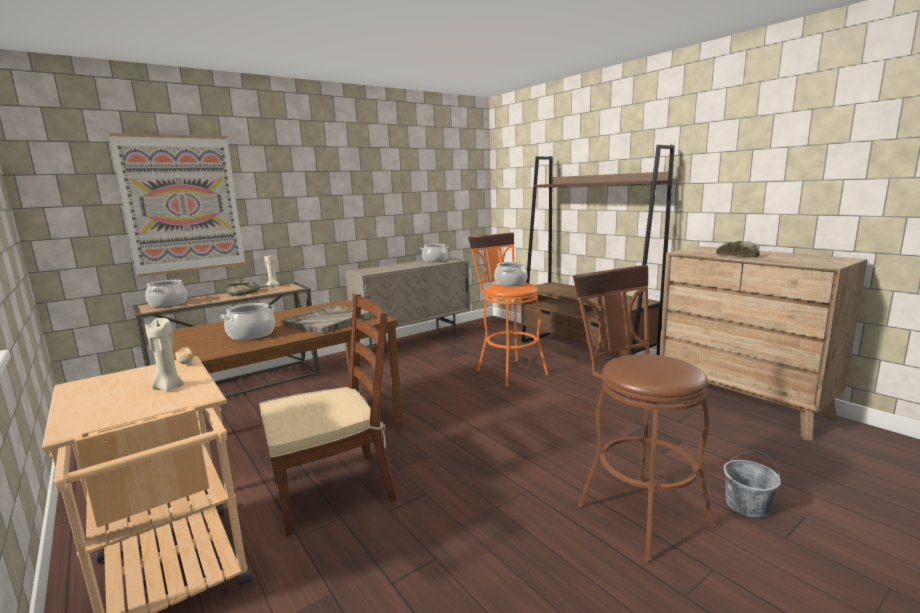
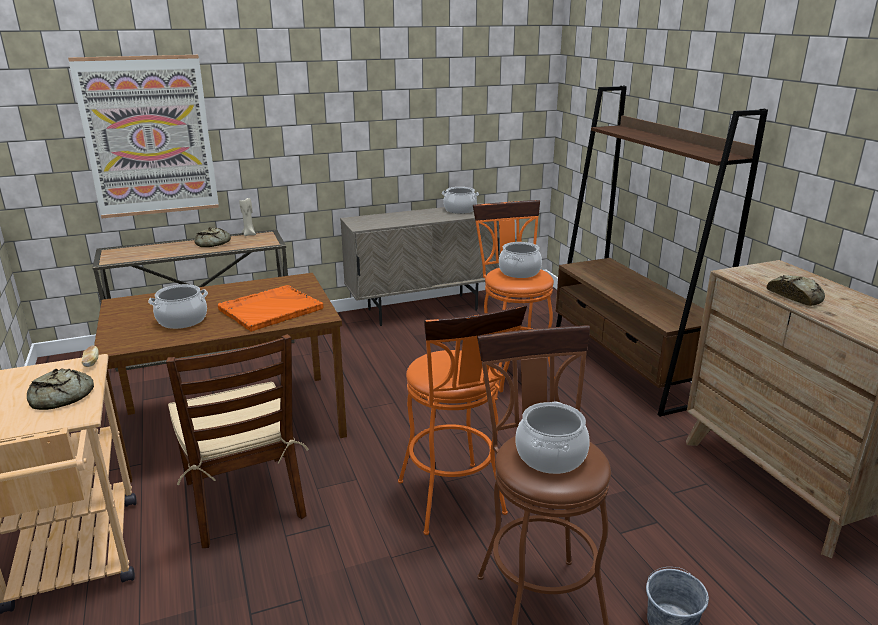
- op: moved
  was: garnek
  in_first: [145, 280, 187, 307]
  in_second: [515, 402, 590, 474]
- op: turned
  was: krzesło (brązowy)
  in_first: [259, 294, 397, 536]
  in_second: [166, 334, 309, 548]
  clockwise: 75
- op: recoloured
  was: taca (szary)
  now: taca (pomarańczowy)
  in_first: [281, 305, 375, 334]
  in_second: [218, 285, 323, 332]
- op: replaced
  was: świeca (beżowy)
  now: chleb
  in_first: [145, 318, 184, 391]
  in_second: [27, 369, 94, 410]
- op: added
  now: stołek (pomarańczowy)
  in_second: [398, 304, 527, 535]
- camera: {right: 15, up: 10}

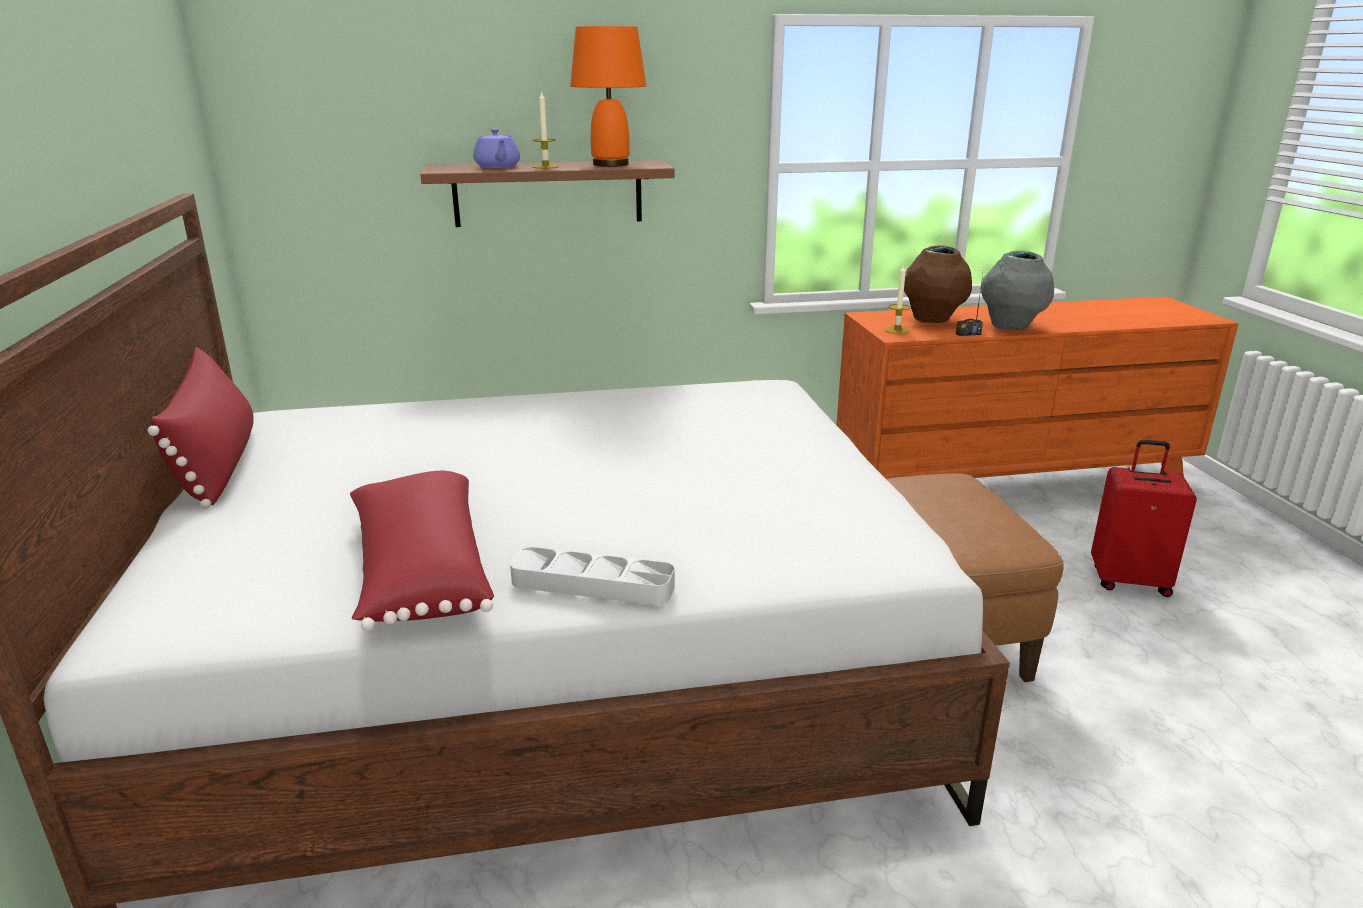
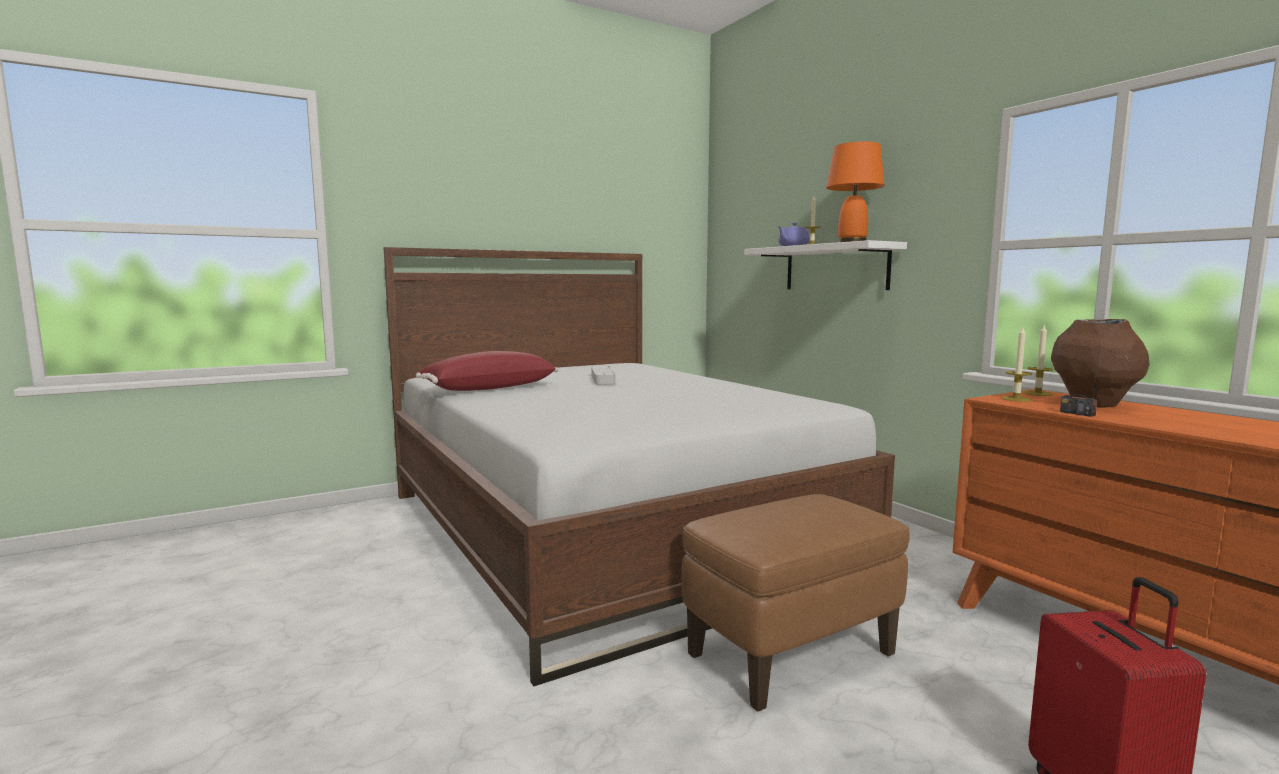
- op: recoloured
  was: półka (brązowy)
  now: półka (biały)
  in_first: [420, 160, 674, 227]
  in_second: [744, 240, 907, 290]
- op: removed
  was: wazon (szary)
  in_first: [981, 251, 1054, 330]
- op: removed
  was: poduszka (czerwony)
  in_first: [148, 347, 253, 509]
- op: moved
  was: taca (szary)
  in_first: [510, 547, 675, 605]
  in_second: [592, 366, 615, 385]
- op: added
  now: świeca
  in_second: [1023, 324, 1053, 396]
- camera: {right: 70, up: -15}

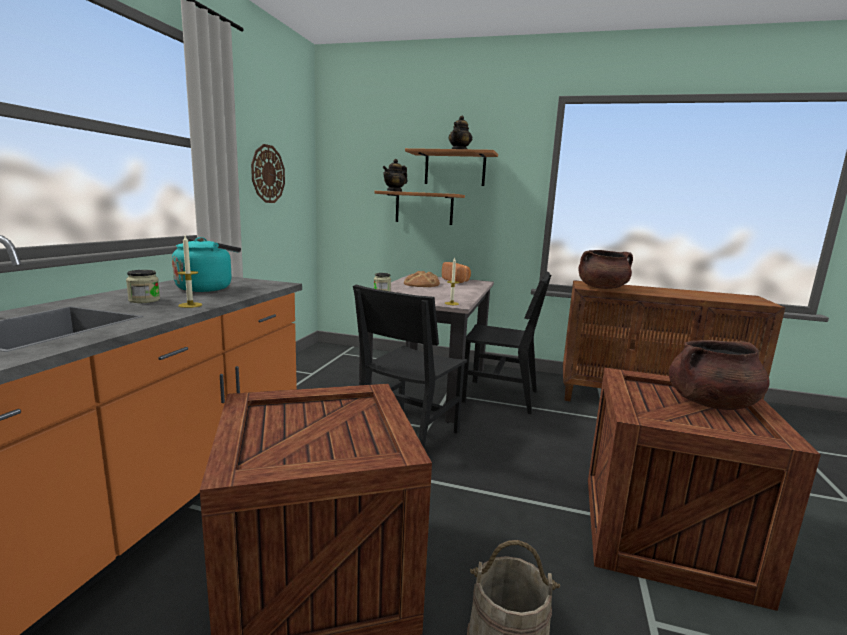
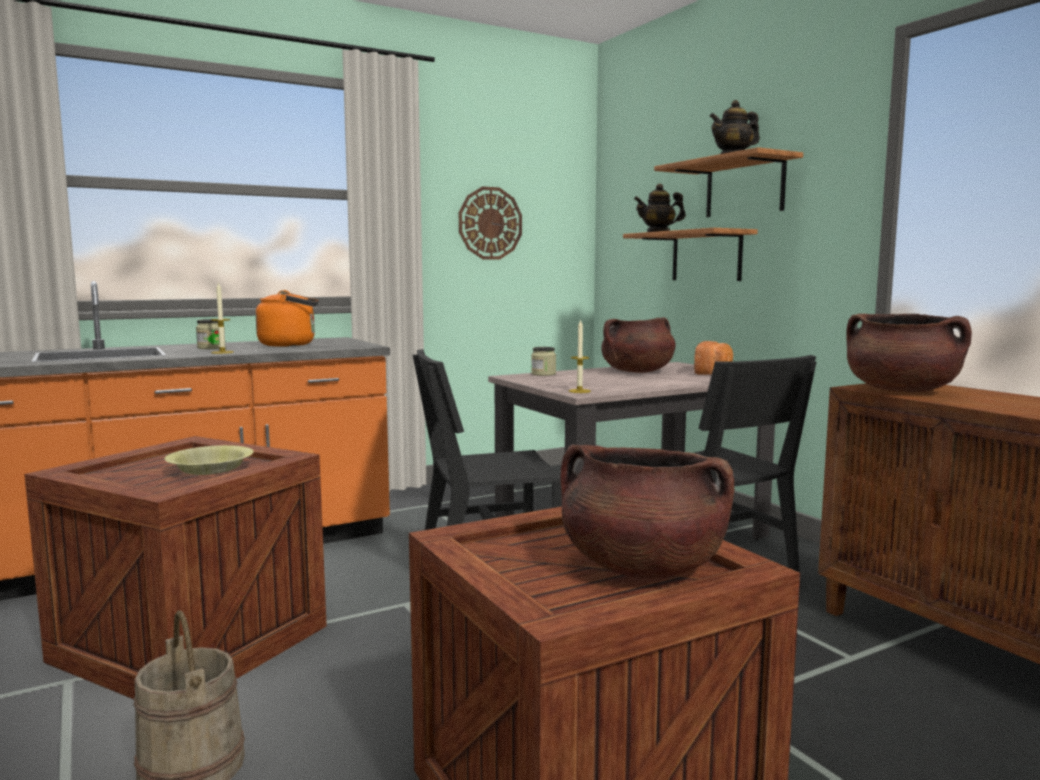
- op: recoloured
  was: czajnik (turkusowy)
  now: czajnik (pomarańczowy)
  in_first: [172, 237, 241, 292]
  in_second: [256, 290, 319, 347]
- op: replaced
  was: chleb
  now: garnek (brązowy)
  in_first: [404, 271, 440, 287]
  in_second: [601, 317, 676, 373]
- op: added
  now: miska (żółty)
  in_second: [164, 445, 254, 475]
- camera: {right: 45, up: -5}

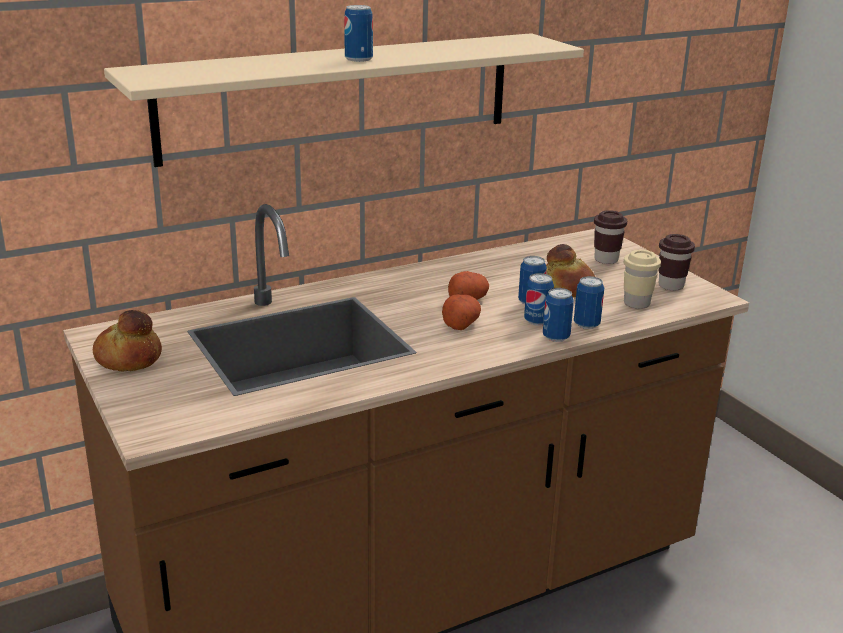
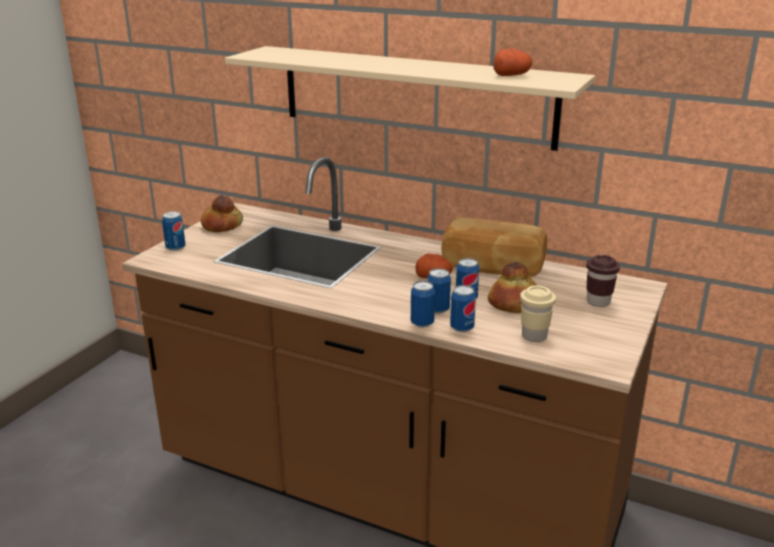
- op: moved
  was: puszka
  in_first: [344, 5, 373, 62]
  in_second: [162, 212, 186, 251]
- op: removed
  was: filiżanka (brązowy)
  in_first: [659, 234, 695, 291]
- op: moved
  was: ziemniak
  in_first: [442, 294, 481, 330]
  in_second: [493, 48, 532, 76]
- op: added
  now: chleb
  in_second: [441, 217, 547, 277]
- camera: {right: 55, up: 0}

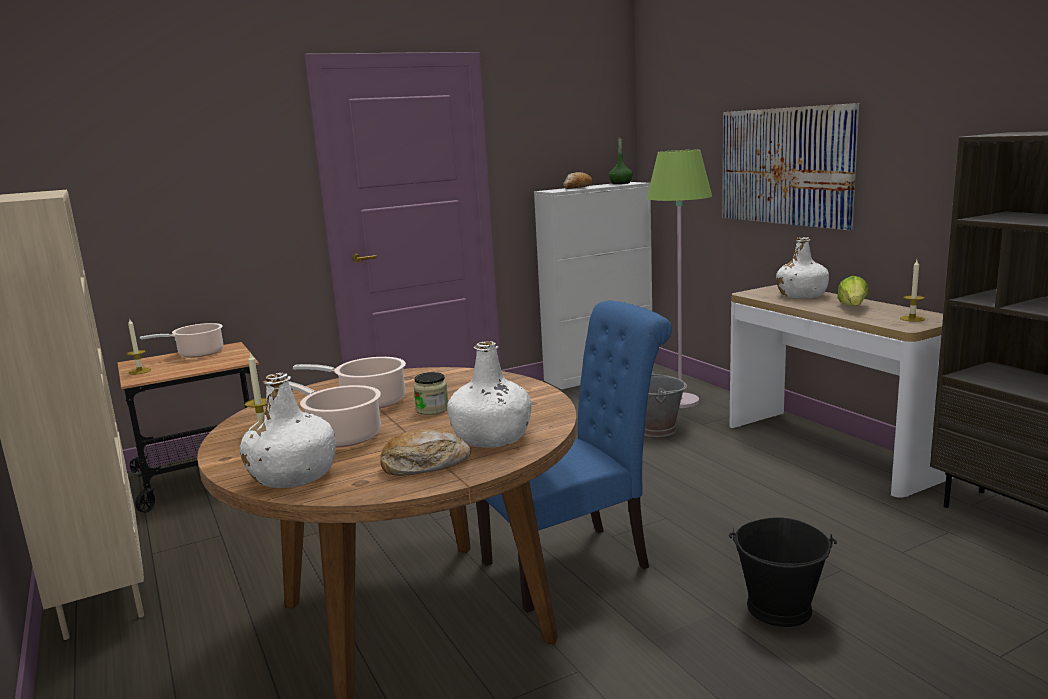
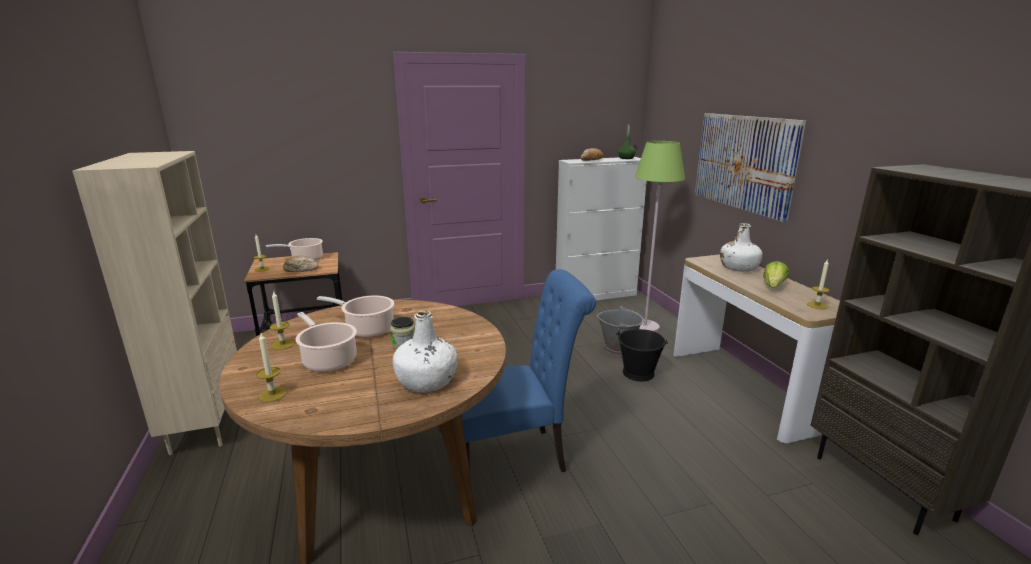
- op: replaced
  was: butelka (biały)
  now: świeca
  in_first: [240, 373, 336, 488]
  in_second: [256, 333, 287, 402]
- op: moved
  was: chleb
  in_first: [380, 429, 471, 476]
  in_second: [283, 256, 318, 272]
- op: moved
  was: wiadro (czarny)
  in_first: [729, 517, 837, 627]
  in_second: [616, 329, 668, 382]
- camera: {right: 10, up: 5}

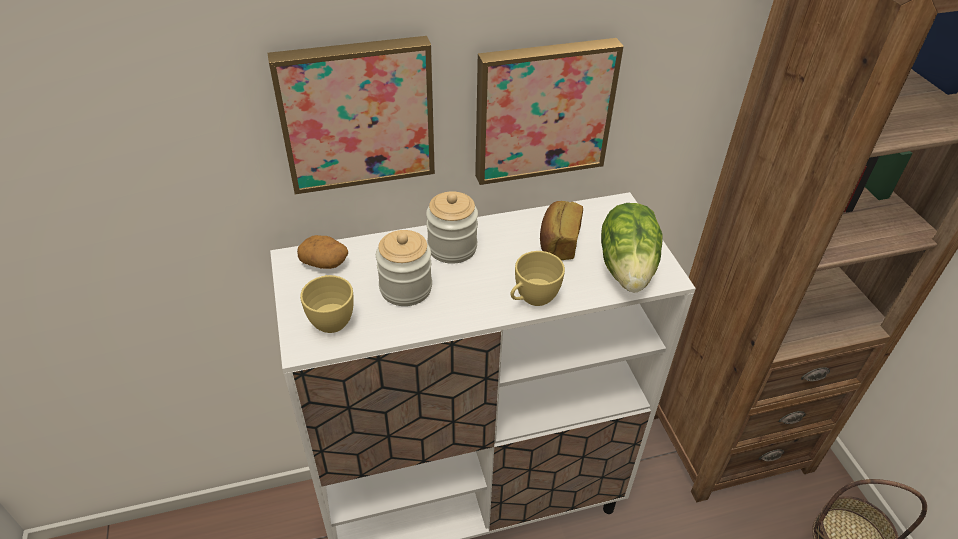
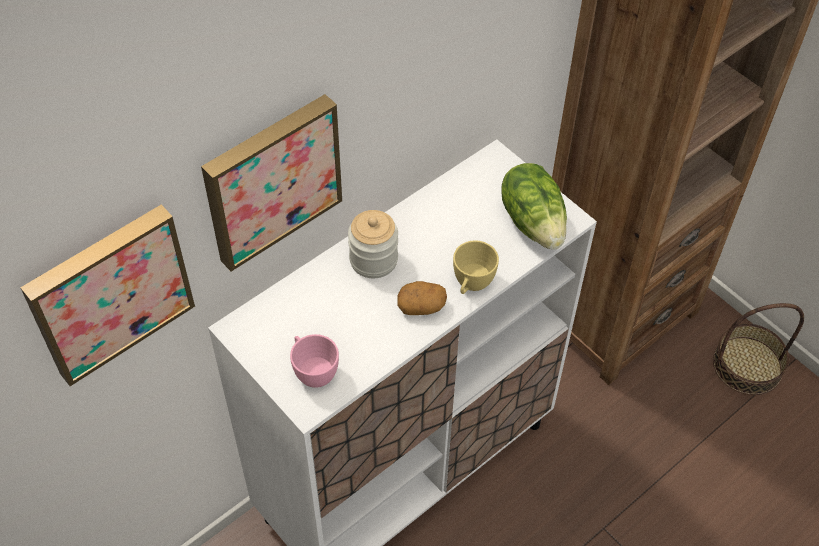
- op: moved
  was: obraz
  in_first: [475, 38, 624, 185]
  in_second: [20, 205, 195, 386]
- op: removed
  was: chleb
  in_first: [540, 201, 583, 260]
- op: removed
  was: słoik
  in_first: [376, 230, 432, 306]
- op: moved
  was: ziemniak
  in_first: [297, 235, 348, 269]
  in_second: [397, 281, 447, 315]
- op: recoloured
  was: filiżanka (żółty)
  now: filiżanka (różowy)
  in_first: [300, 275, 354, 333]
  in_second: [290, 334, 339, 388]
- camera: {right: -25, up: 10}

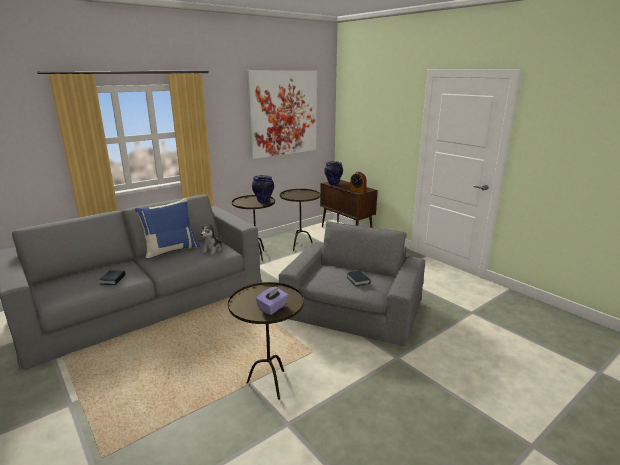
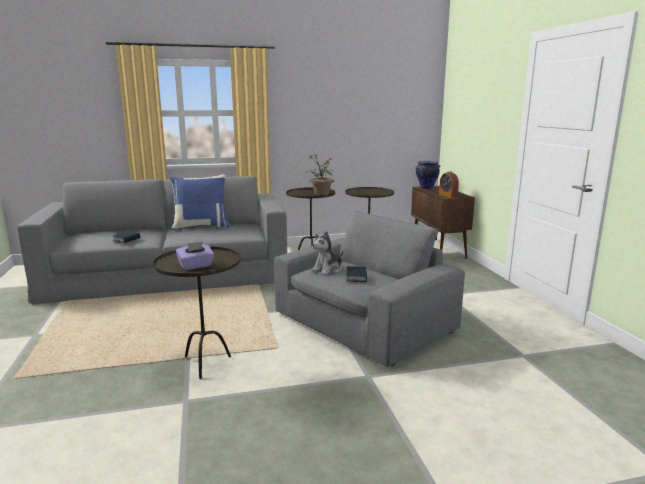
- op: removed
  was: obraz
  in_first: [247, 71, 317, 159]
- op: replaced
  was: wazon
  now: roślina doniczkowa
  in_first: [252, 175, 274, 203]
  in_second: [307, 155, 334, 195]
- op: moved
  was: pluszak
  in_first: [200, 223, 223, 255]
  in_second: [311, 231, 343, 275]
- camera: {right: 25, up: -5}

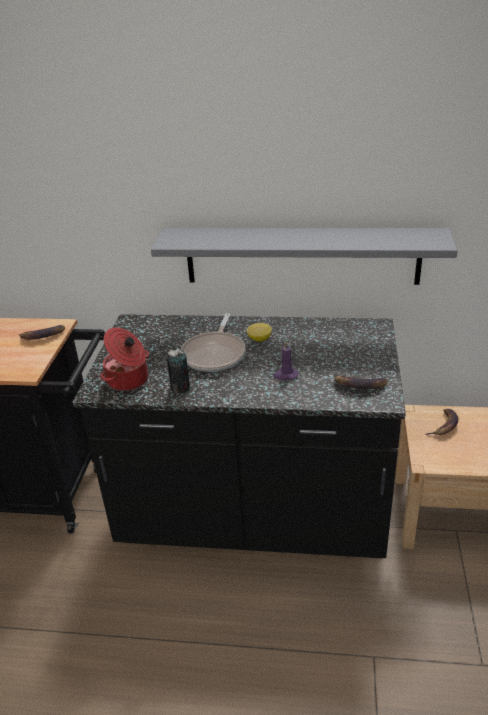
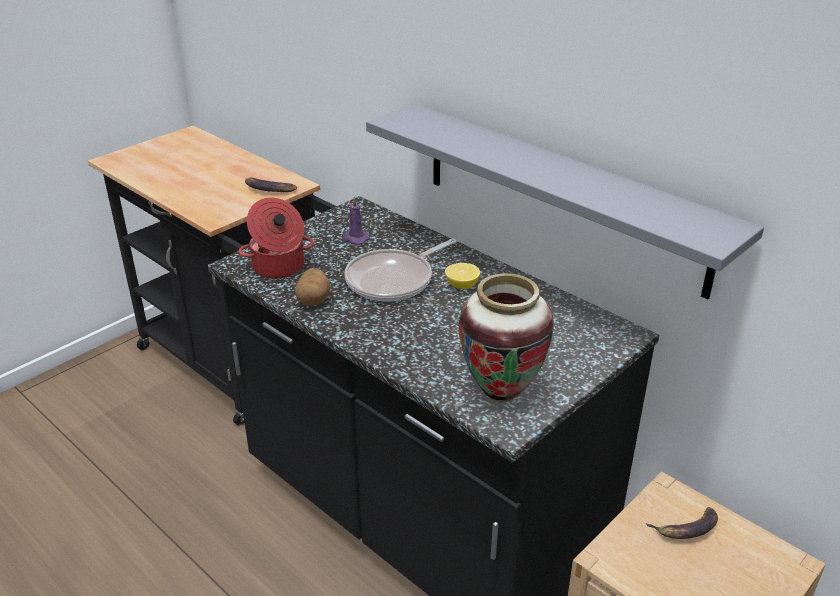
- op: moved
  was: świeca (fioletowy)
  in_first: [273, 341, 298, 380]
  in_second: [342, 197, 370, 244]
- op: replaced
  was: puszka
  now: ziemniak
  in_first: [167, 348, 190, 394]
  in_second: [295, 268, 330, 306]
- op: replaced
  was: banan
  now: wazon
  in_first: [334, 374, 387, 389]
  in_second: [459, 273, 554, 403]
- camera: {right: 35, up: 0}

